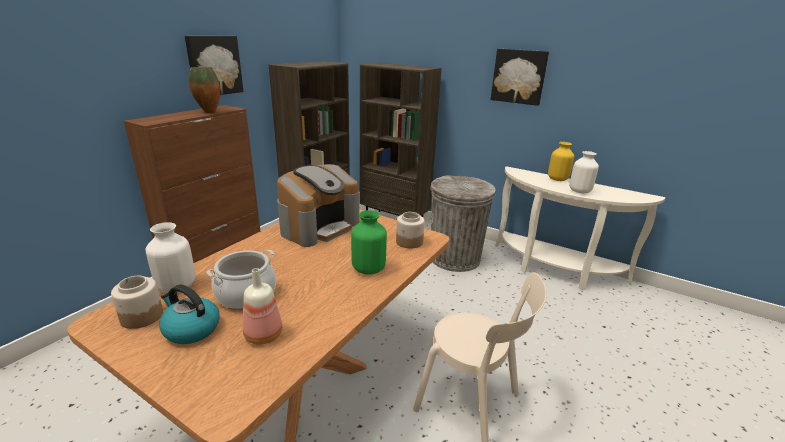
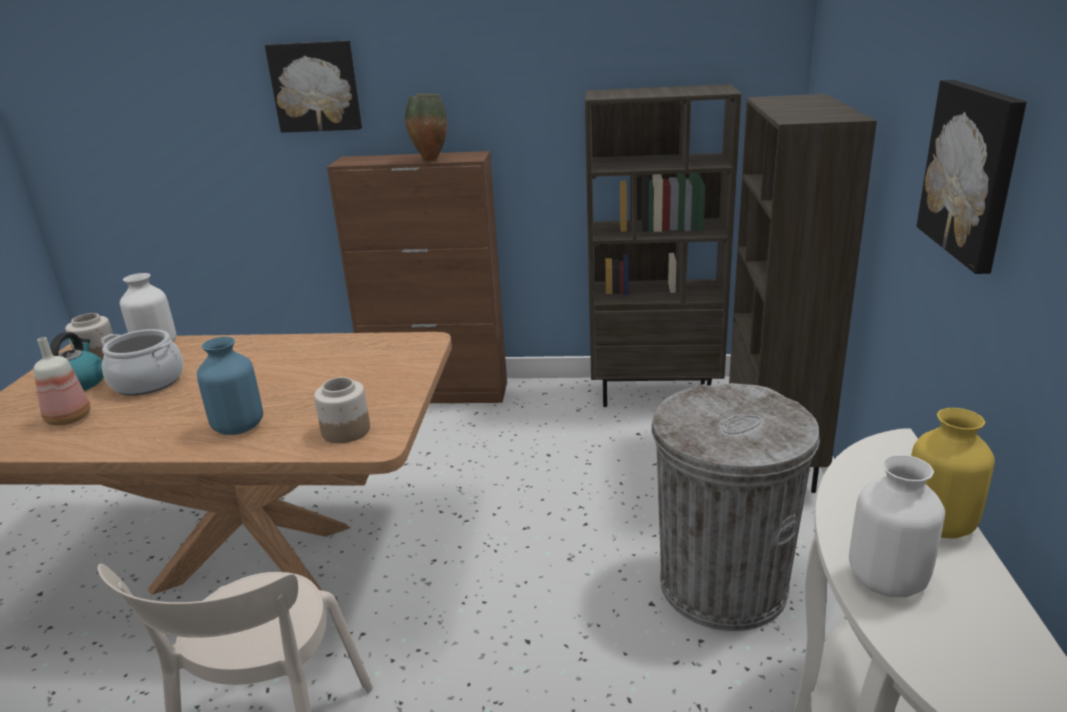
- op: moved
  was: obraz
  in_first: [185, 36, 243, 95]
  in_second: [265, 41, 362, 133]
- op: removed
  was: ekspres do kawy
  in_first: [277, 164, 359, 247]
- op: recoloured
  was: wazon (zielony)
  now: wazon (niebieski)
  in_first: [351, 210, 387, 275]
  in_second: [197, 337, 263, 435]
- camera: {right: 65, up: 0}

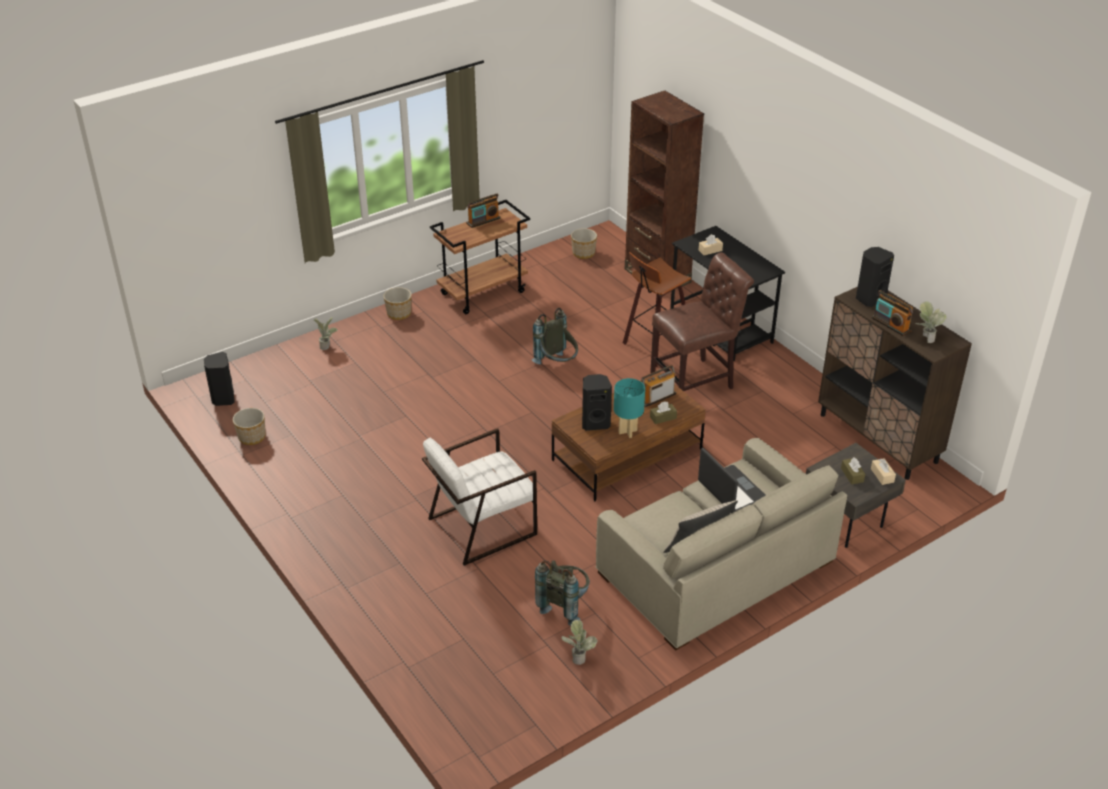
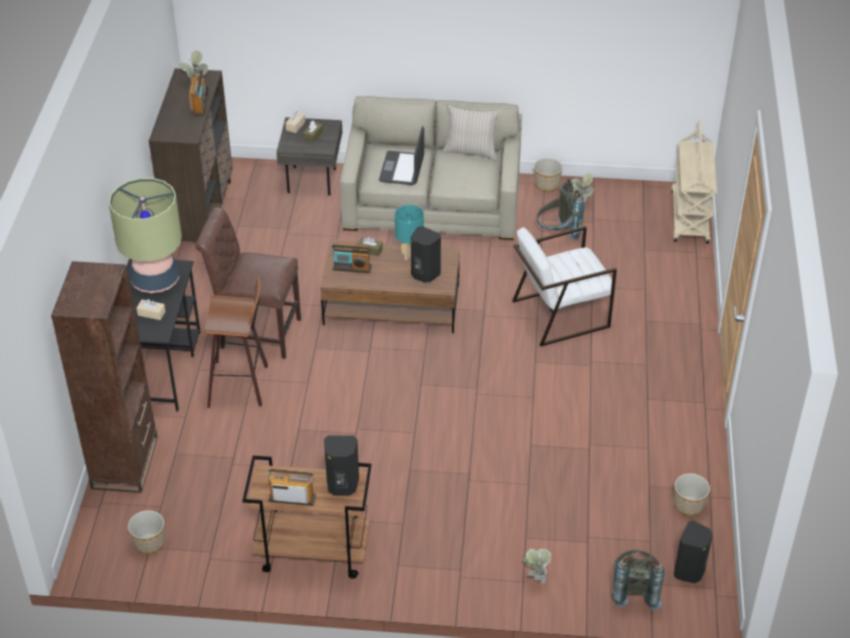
- op: moved
  was: głośnik (czarny)
  in_first: [856, 247, 894, 307]
  in_second: [324, 435, 359, 496]
- op: moved
  was: donica
  in_first: [384, 287, 412, 320]
  in_second: [534, 158, 562, 192]
- op: moved
  was: plecak (szary)
  in_first: [532, 308, 578, 365]
  in_second: [612, 550, 664, 610]
- op: turned
  was: fotel (biały)
  in_first: [422, 428, 537, 566]
  in_second: [512, 226, 617, 346]
  clockwise: 150
- op: added
  now: wózek (beżowy)
  in_second: [671, 121, 717, 244]
- op: added
  now: lampa stołowa
  in_second: [109, 178, 182, 293]
- camera: {right: -140, up: 5}

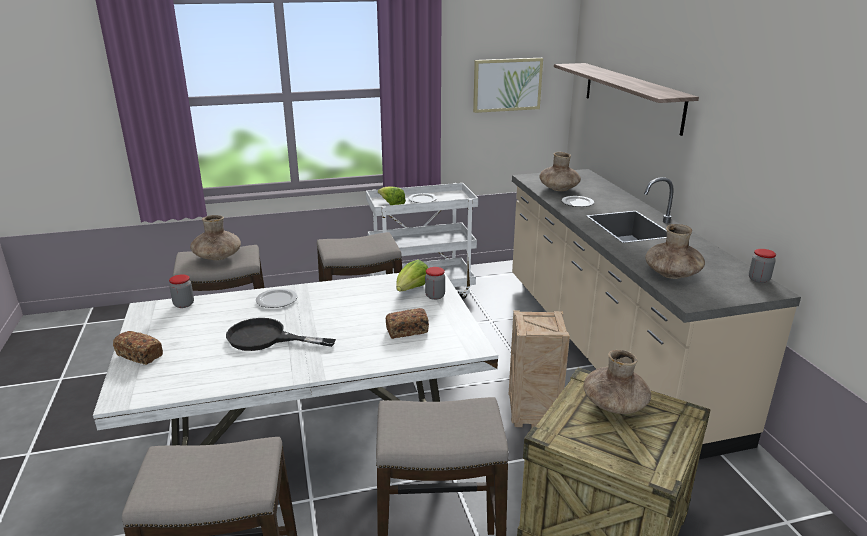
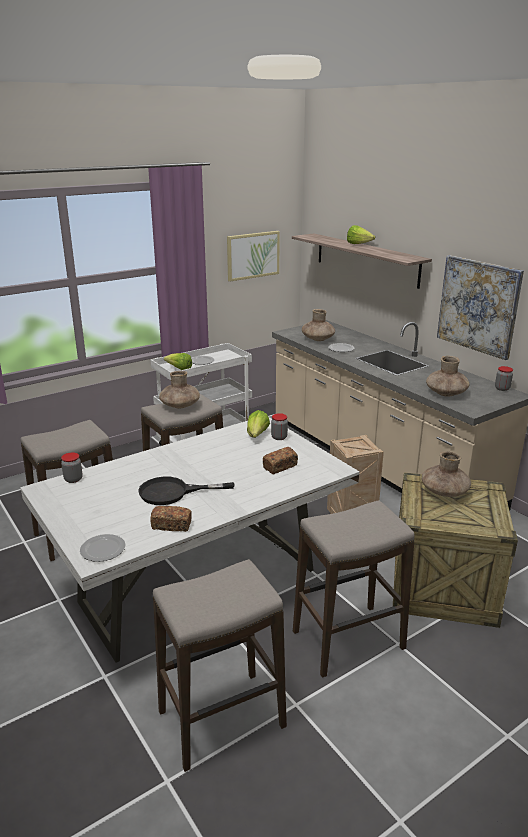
- op: moved
  was: wazon (brązowy)
  in_first: [190, 215, 241, 260]
  in_second: [159, 371, 200, 409]
- op: moved
  was: talerz
  in_first: [256, 288, 297, 308]
  in_second: [80, 534, 125, 562]
- op: moved
  was: chleb
  in_first: [113, 331, 163, 365]
  in_second: [151, 506, 192, 532]
- op: added
  now: sałata
  in_second: [347, 225, 375, 244]
- op: added
  now: obraz
  in_second: [437, 255, 524, 360]
- camera: {right: -20, up: 0}

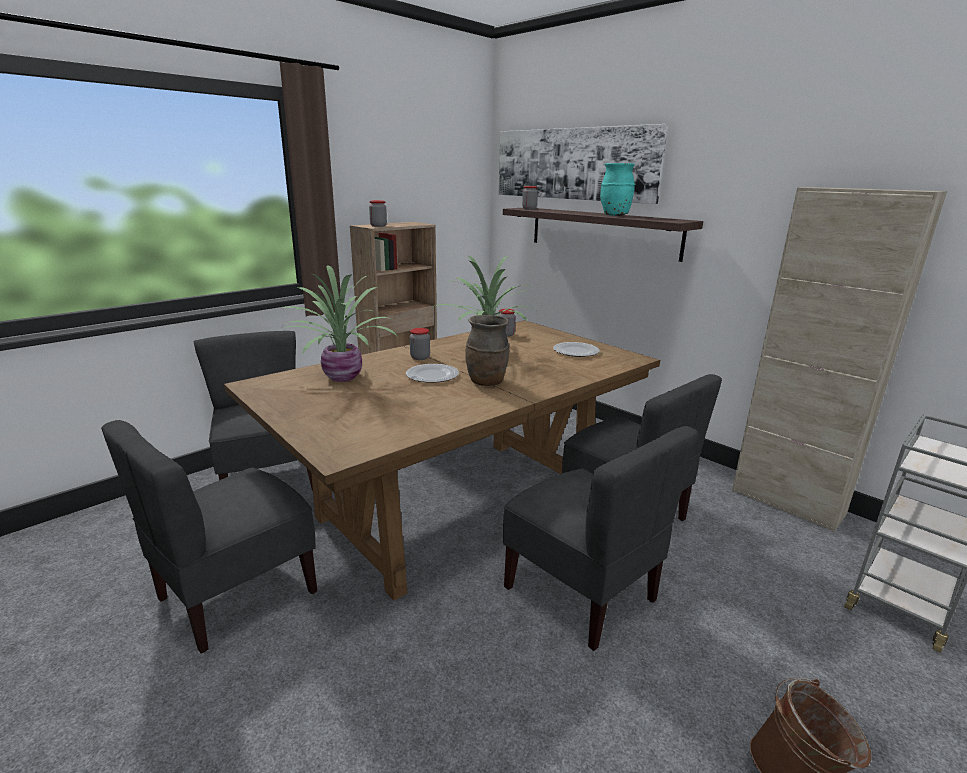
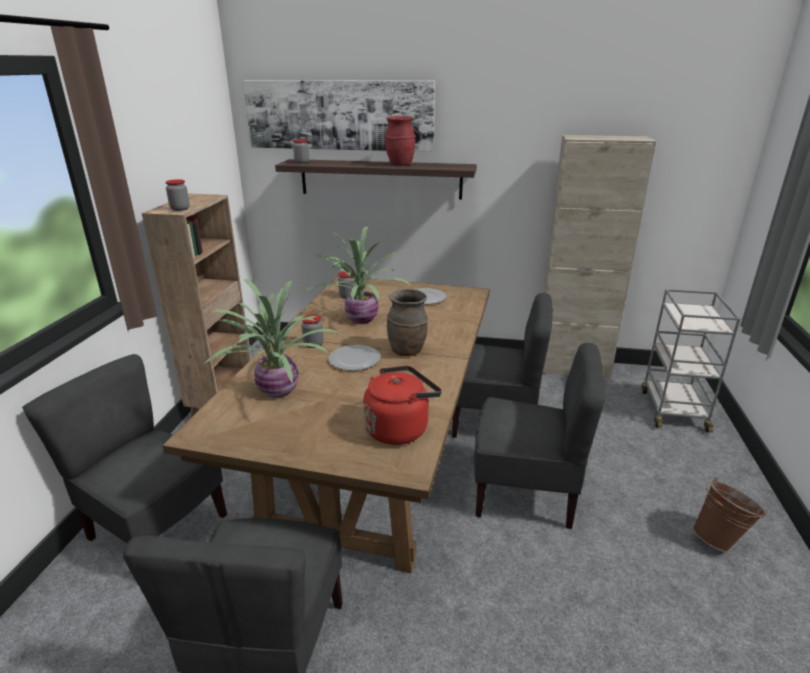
- op: recoloured
  was: wazon (turkusowy)
  now: wazon (czerwony)
  in_first: [600, 163, 635, 216]
  in_second: [385, 116, 416, 166]
- op: added
  now: czajnik (czerwony)
  in_second: [363, 366, 442, 445]
- camera: {right: -35, up: 5}

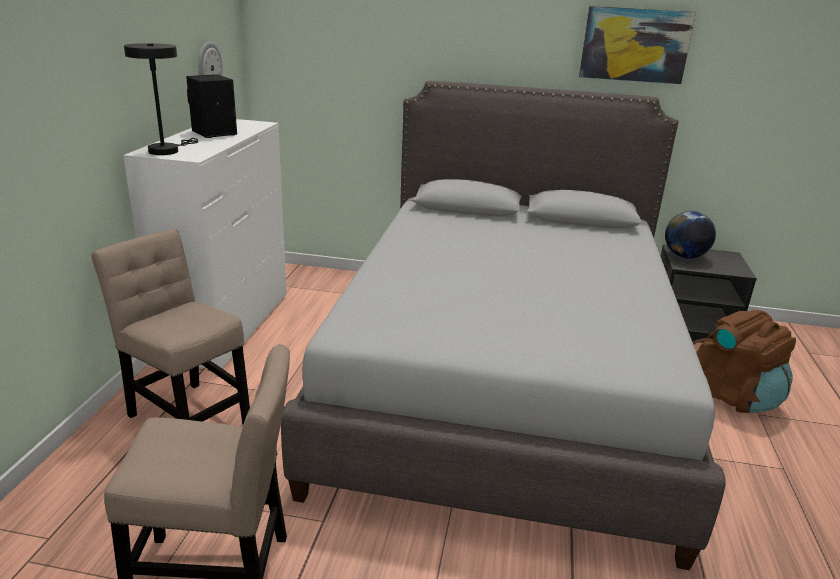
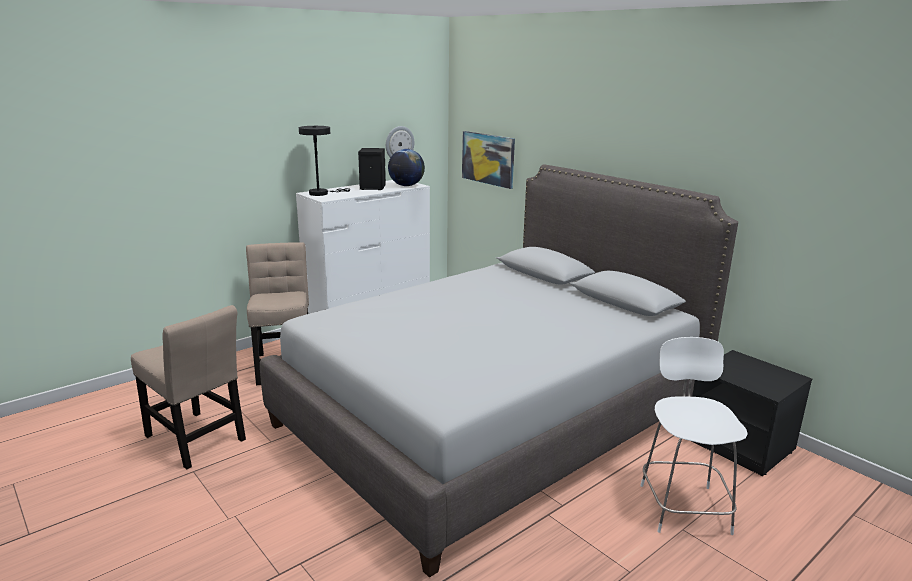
- op: moved
  was: obraz
  in_first: [579, 6, 696, 84]
  in_second: [462, 131, 515, 189]
- op: moved
  was: globus
  in_first: [665, 211, 716, 258]
  in_second: [388, 149, 425, 186]
- op: replaced
  was: plecak (brązowy)
  now: krzesło (biały)
  in_first: [693, 310, 796, 413]
  in_second: [640, 337, 748, 535]
- camera: {right: 40, up: -5}

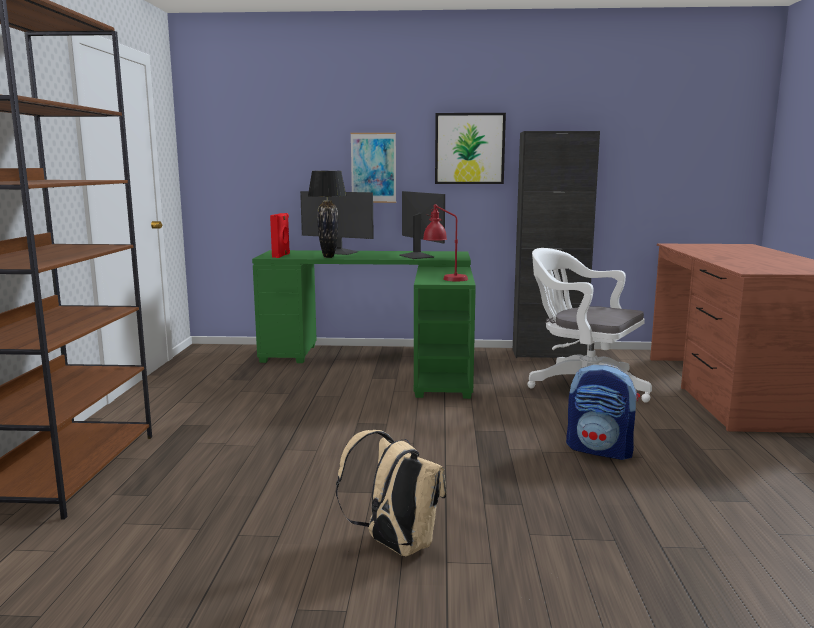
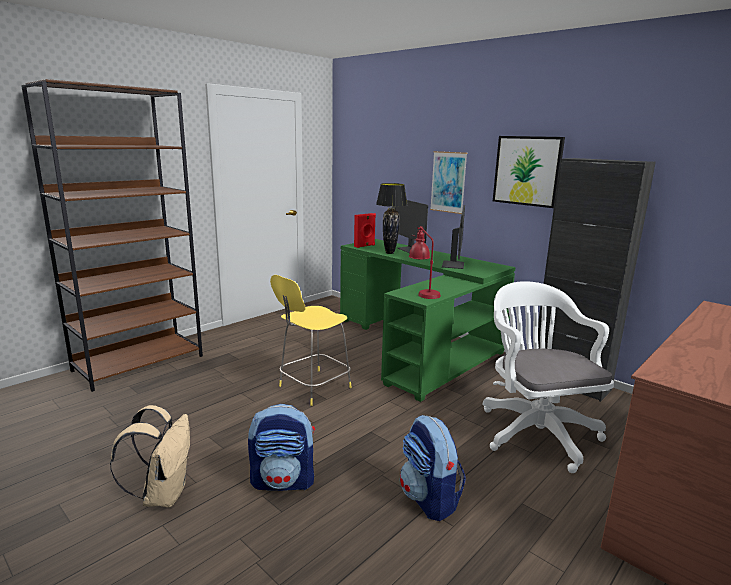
- op: added
  now: stołek (żółty)
  in_second: [270, 275, 352, 406]
- op: added
  now: plecak
  in_second: [248, 404, 315, 491]
- camera: {right: 40, up: 5}

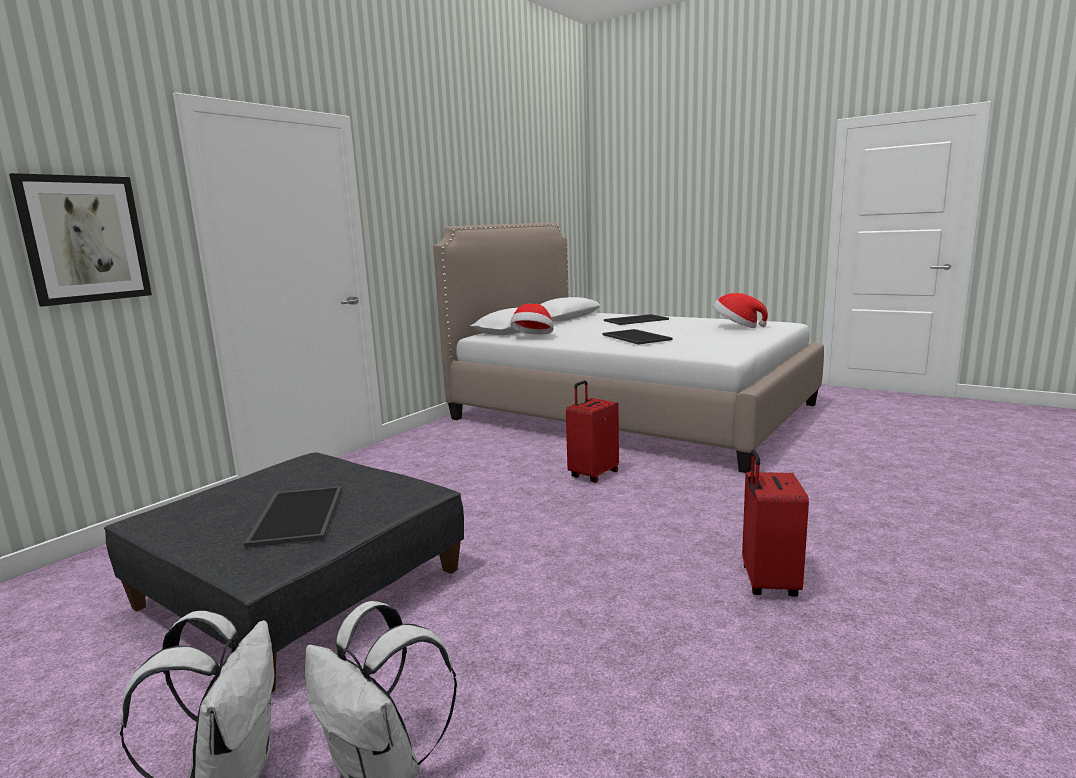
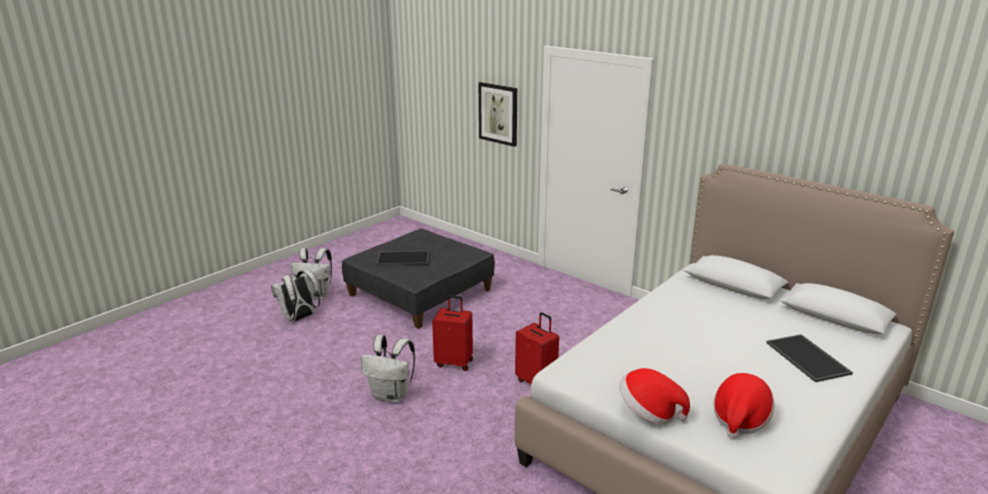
- op: moved
  was: kapelusz
  in_first: [511, 304, 554, 335]
  in_second: [619, 368, 690, 425]
- op: removed
  was: taca
  in_first: [602, 329, 673, 345]
- op: moved
  was: walizka (czerwony)
  in_first: [742, 450, 809, 597]
  in_second: [432, 295, 473, 371]
- op: added
  now: plecak (biały)
  in_second: [361, 335, 415, 403]
- camera: {right: 95, up: 10}

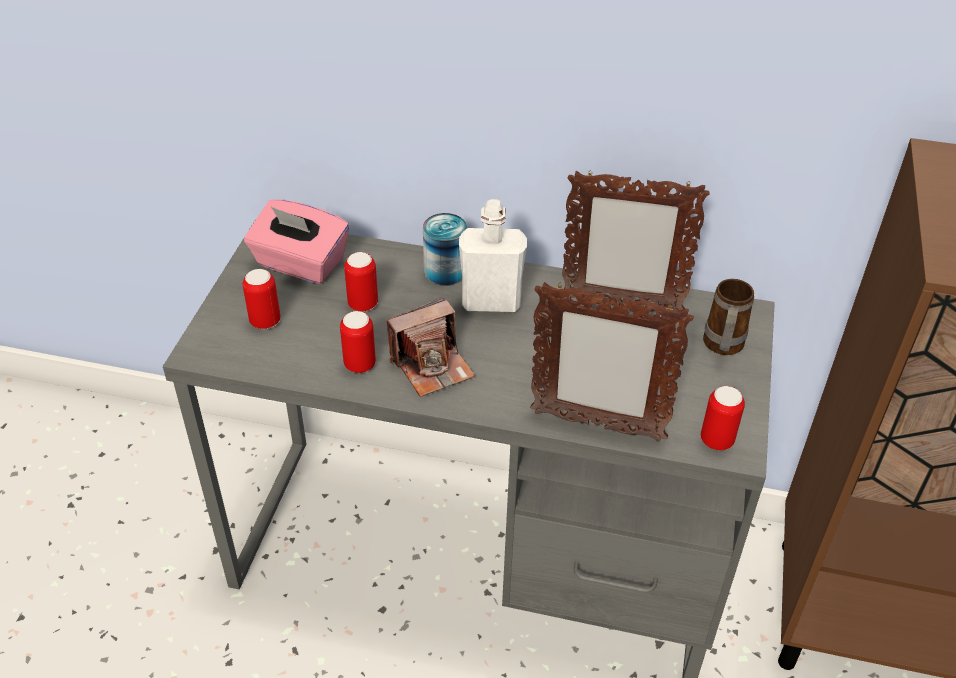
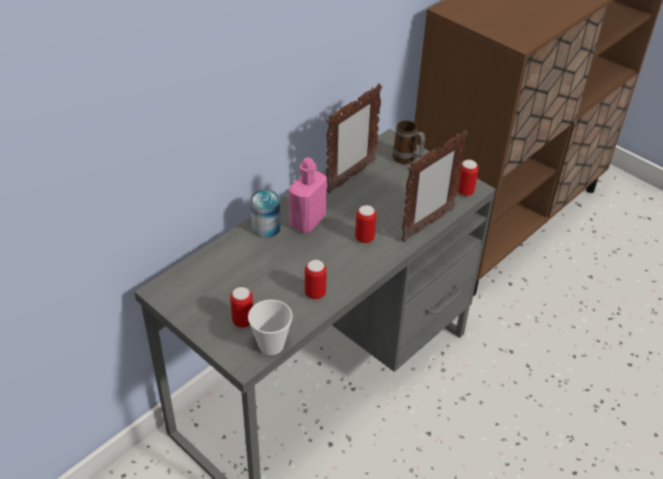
- op: recoloured
  was: butelka (biały)
  now: butelka (różowy)
  in_first: [459, 199, 527, 312]
  in_second: [289, 157, 327, 233]
- op: removed
  was: pudełko chusteczek (różowy)
  in_first: [244, 200, 349, 284]
- op: moved
  was: puszka
  in_first: [344, 252, 378, 312]
  in_second: [355, 205, 376, 243]
- op: removed
  was: aparat fotograficzny
  in_first: [387, 297, 475, 397]
- op: added
  now: filiżanka
  in_second: [248, 300, 293, 355]
- camera: {right: -60, up: 0}

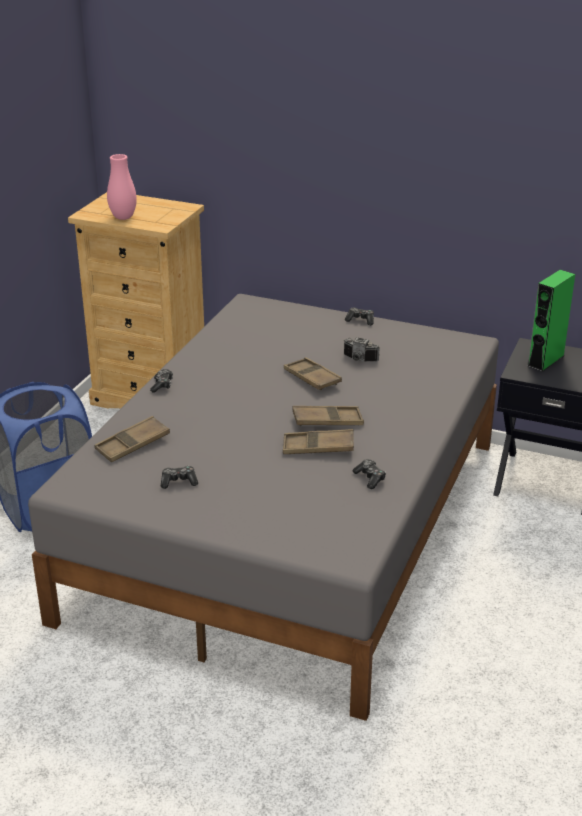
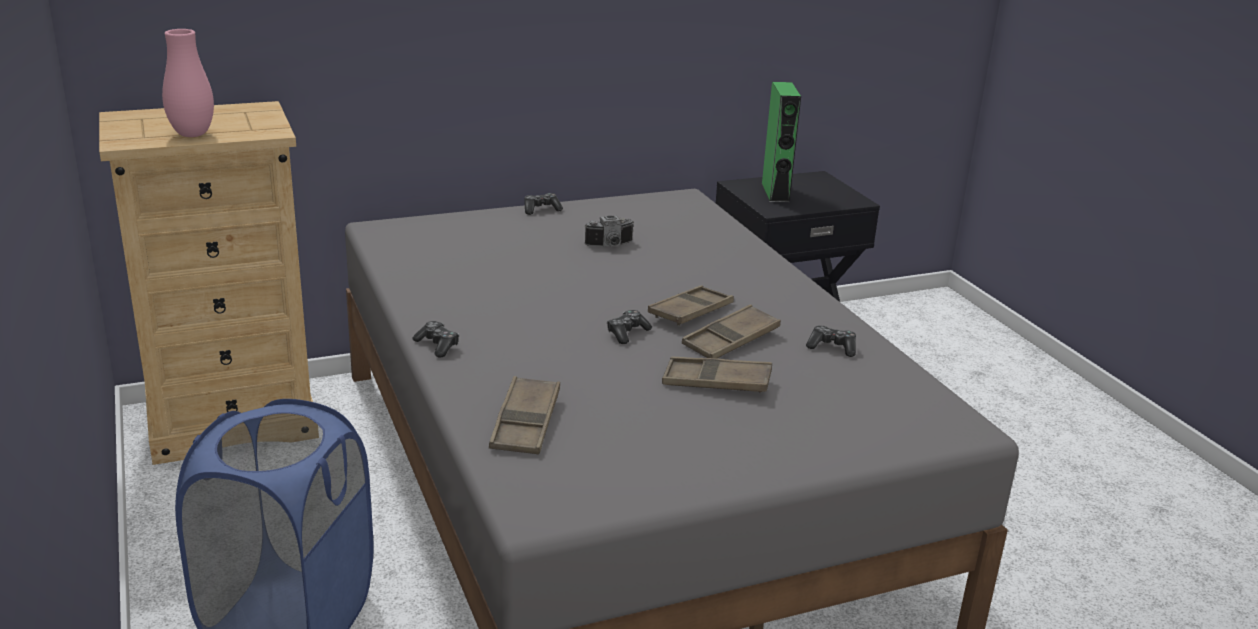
- op: moved
  was: taca (brązowy)
  in_first: [284, 357, 342, 390]
  in_second: [662, 357, 772, 393]
- op: moved
  was: pad do gier
  in_first: [161, 466, 198, 489]
  in_second: [607, 310, 652, 344]
- camera: {right: -45, up: -5}

